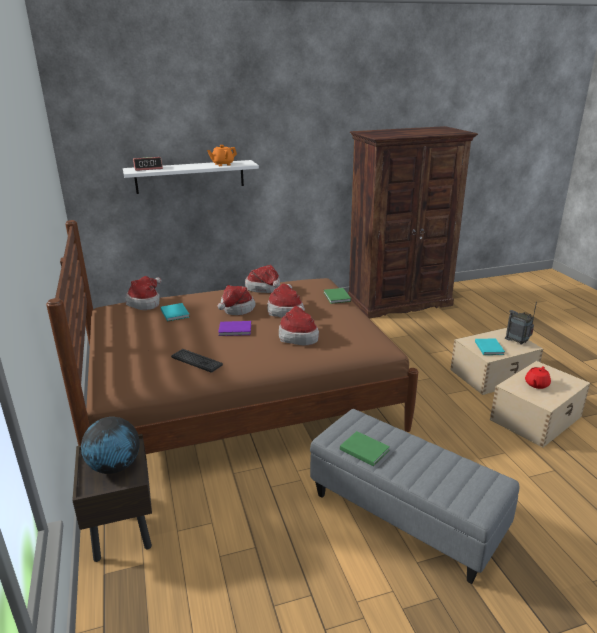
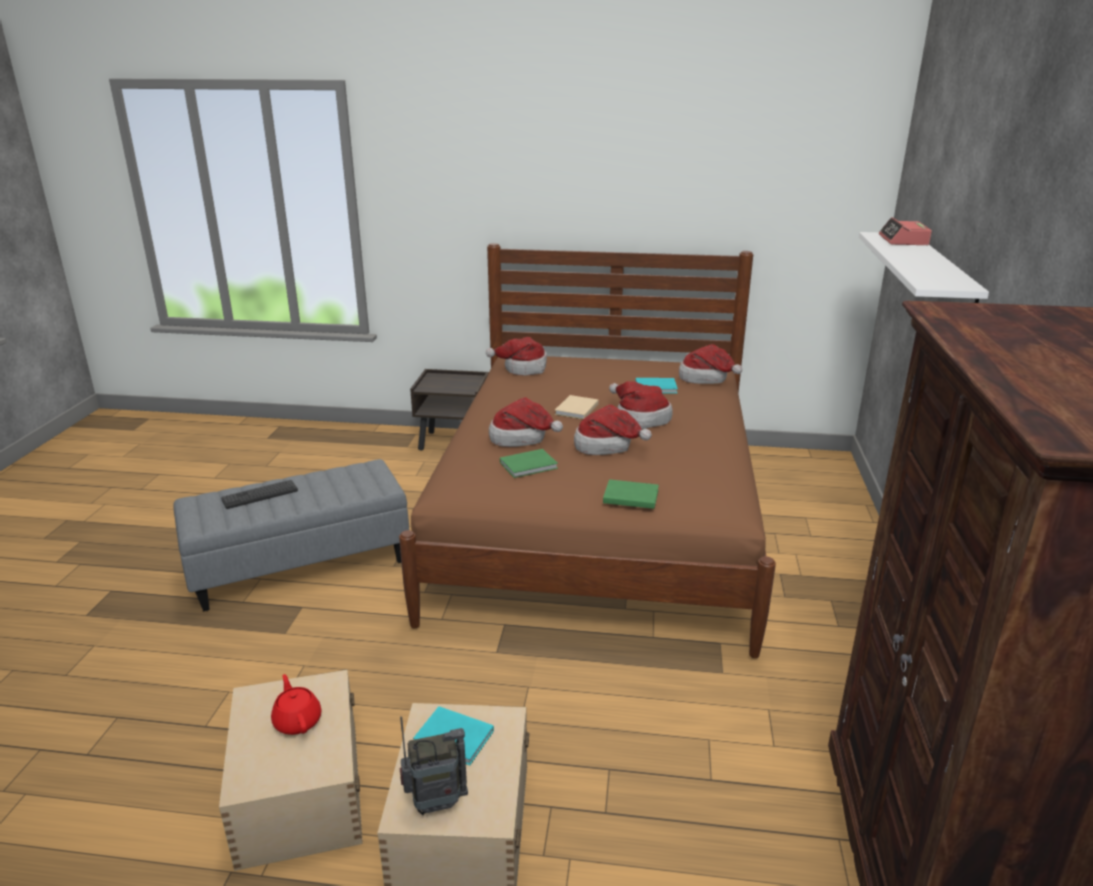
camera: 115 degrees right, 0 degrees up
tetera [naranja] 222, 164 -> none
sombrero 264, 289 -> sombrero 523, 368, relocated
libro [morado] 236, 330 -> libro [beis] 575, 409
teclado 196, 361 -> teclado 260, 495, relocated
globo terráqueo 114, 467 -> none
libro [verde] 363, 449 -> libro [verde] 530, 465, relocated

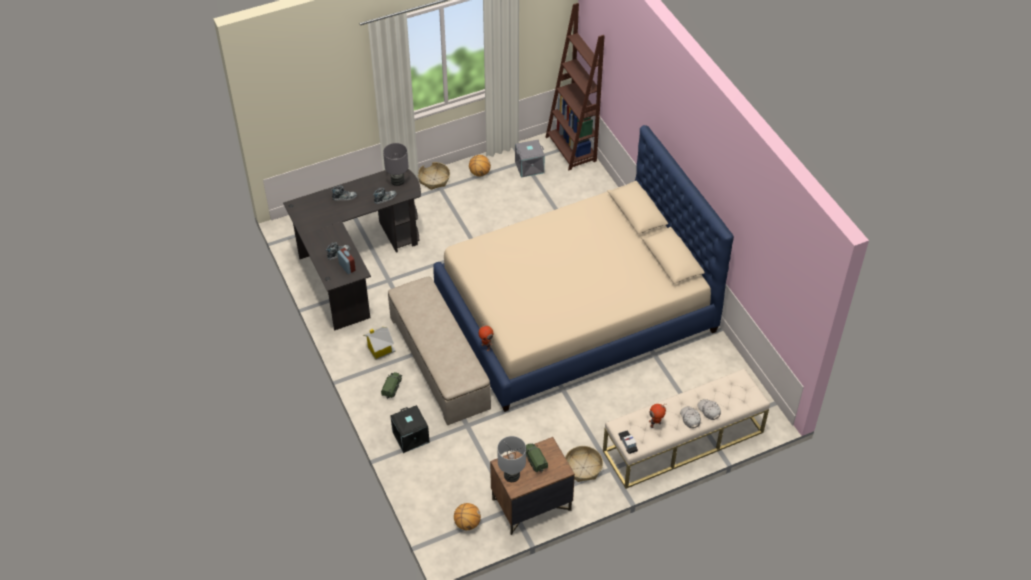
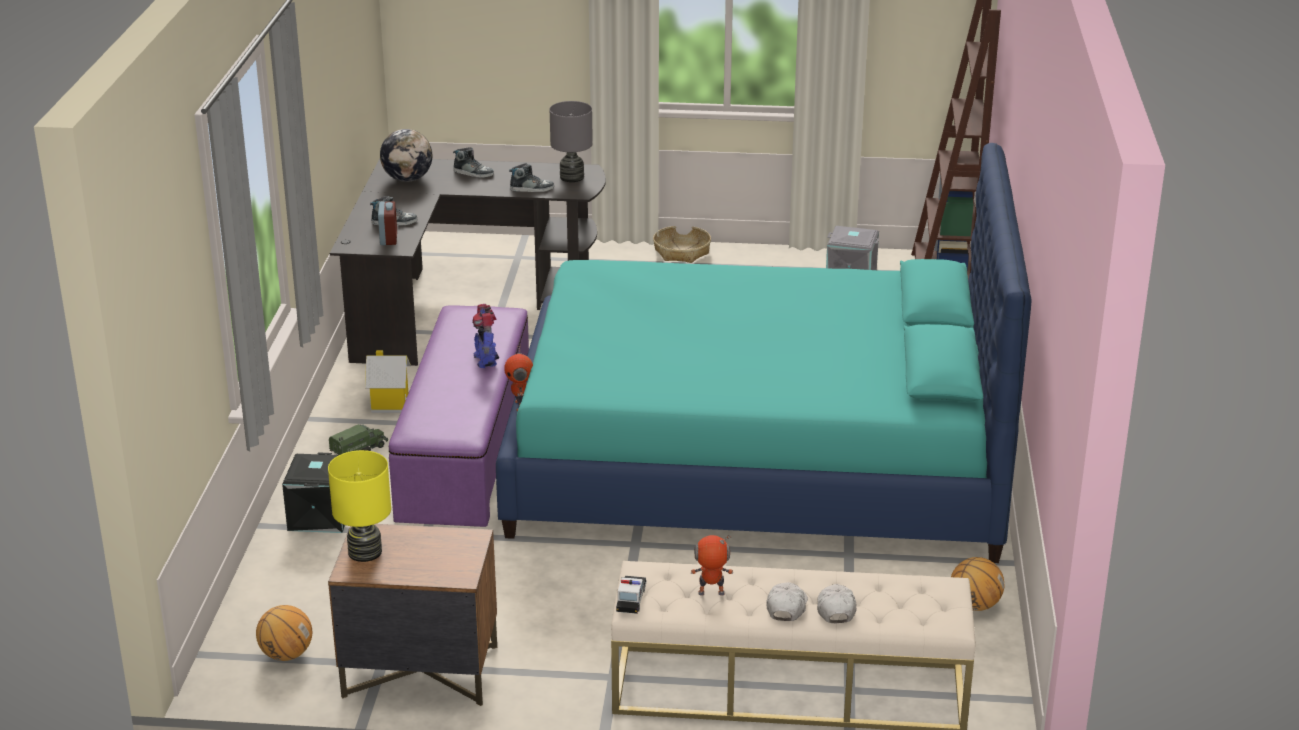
camera: 30 degrees right, 20 degrees down
cama [beis] 575, 312 -> cama [turquesa] 757, 459
balón de baloncesto 479, 173 -> balón de baloncesto 974, 605, relocated
banco [beis] 440, 362 -> banco [morado] 466, 446
lámpara de mesa [gris] 511, 475 -> lámpara de mesa [amarillo] 364, 552
camión de juguete 534, 460 -> none
cesta 583, 467 -> none
none -> globo terráqueo 407, 179
none -> robot de juguete 486, 360

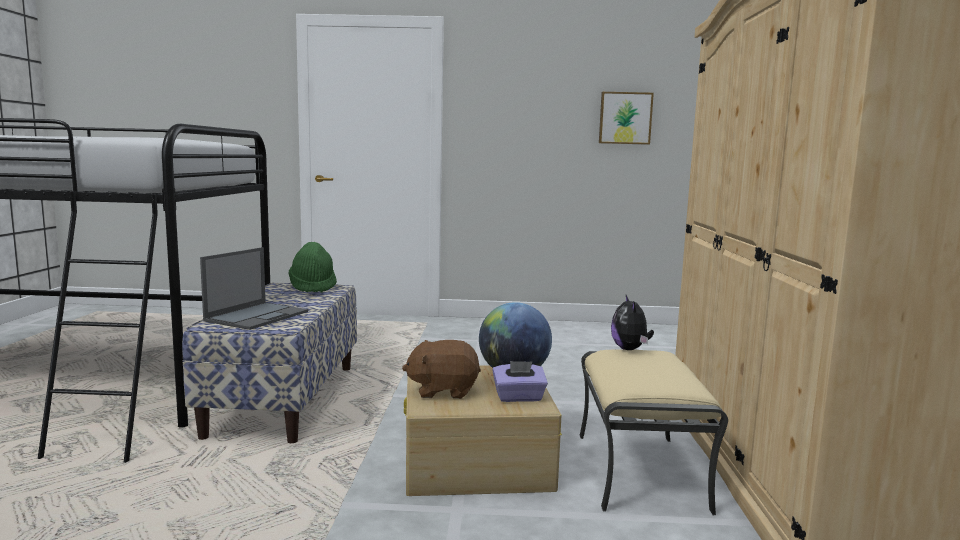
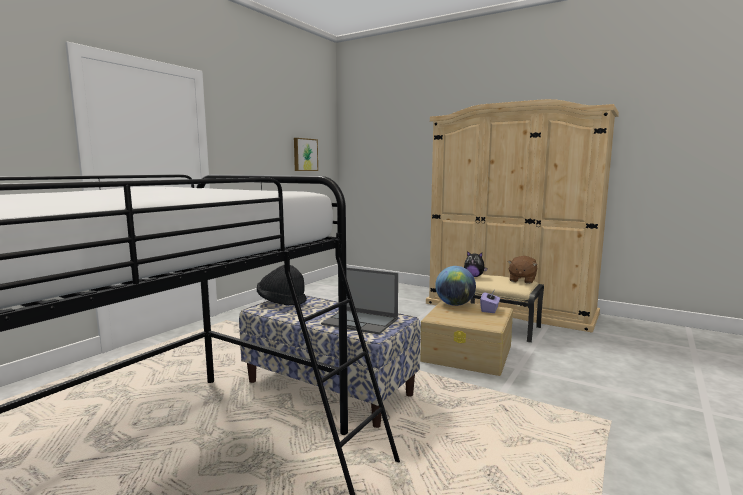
camera: 60 degrees left, 0 degrees up
sombrero [verde] 313, 287 -> sombrero [negro] 281, 302
portátil 257, 316 -> portátil 361, 322, 150 degrees clockwise
peluche [marrón] 443, 390 -> peluche [marrón] 522, 280, relocated

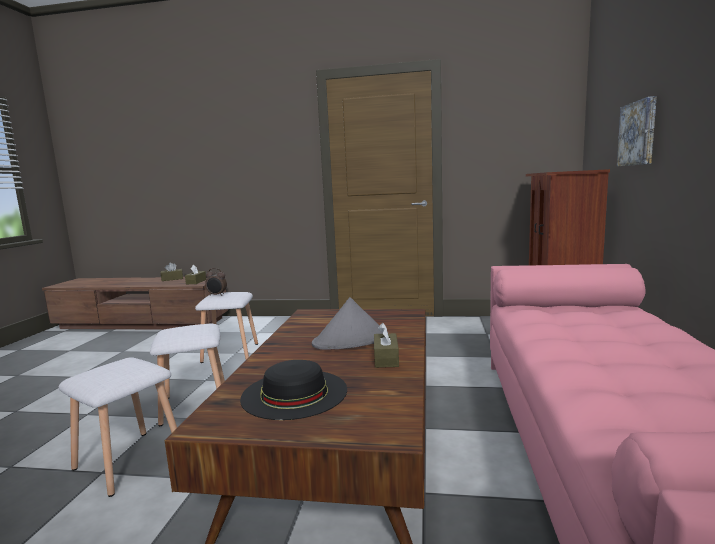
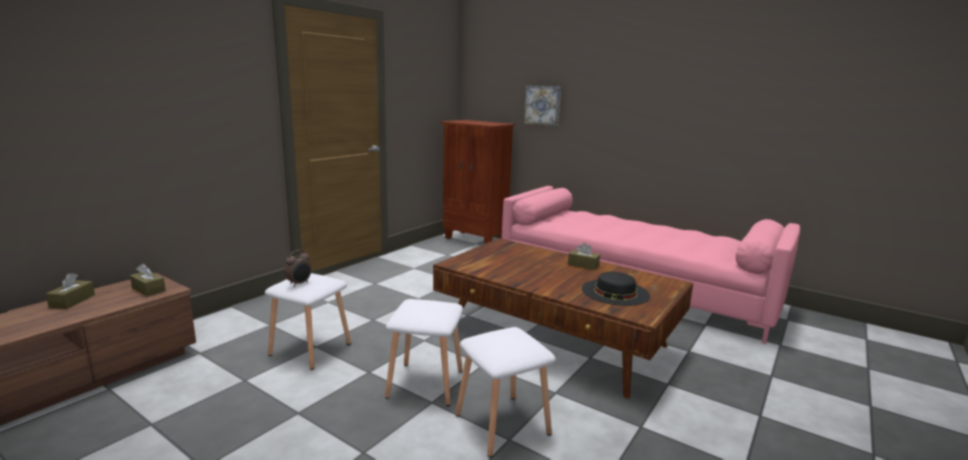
camera: 65 degrees left, 5 degrees up
sombrero [gris] 351, 341 -> none

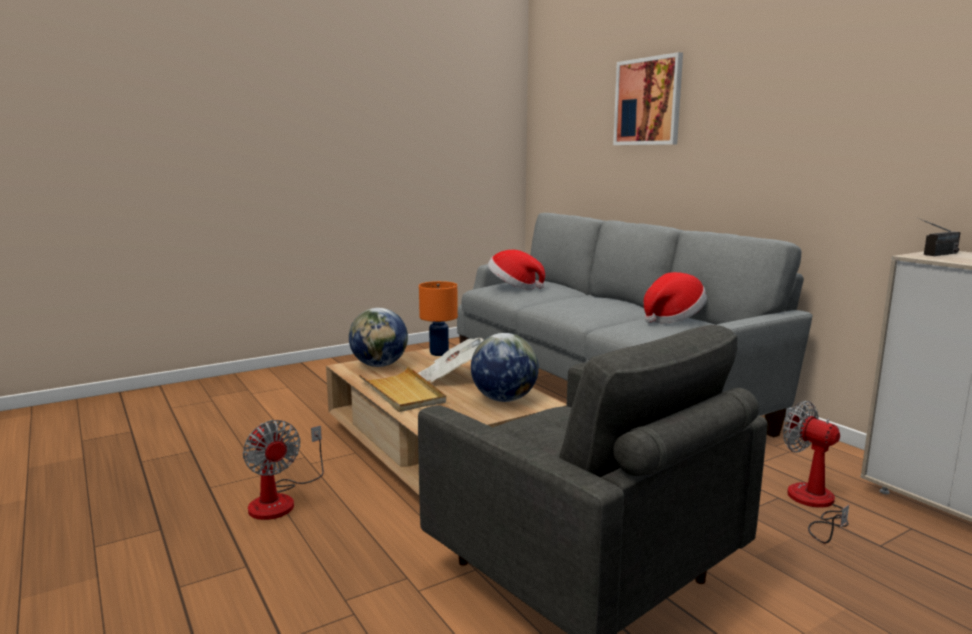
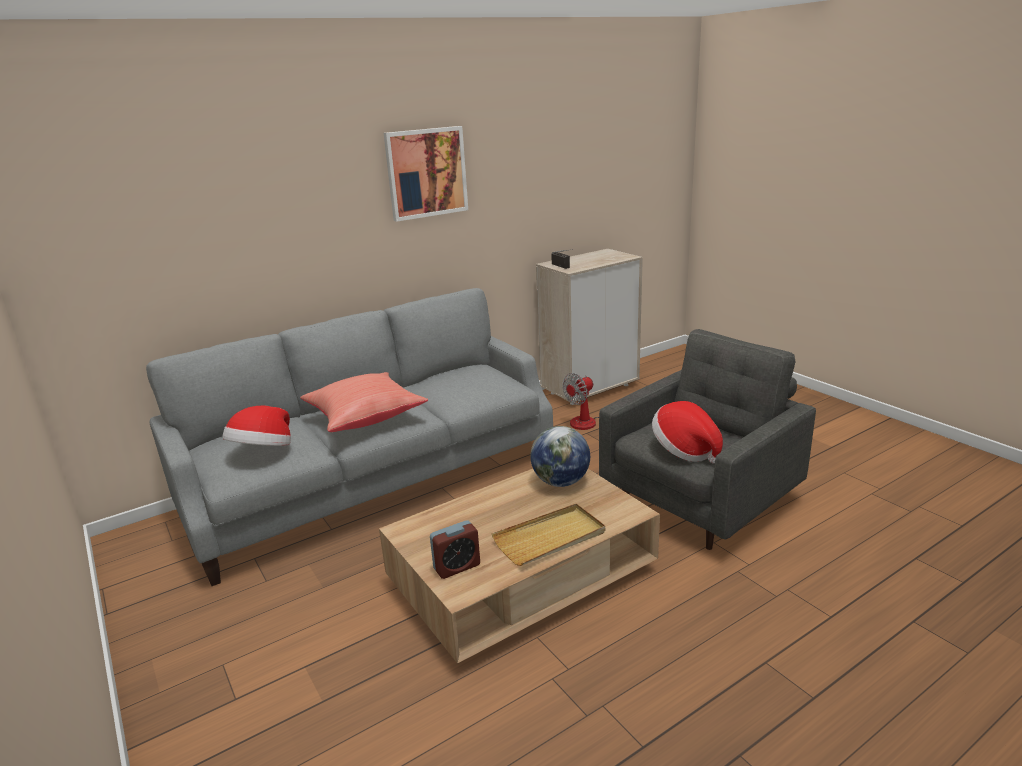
camera: 90 degrees left, 10 degrees up
cuadro 648, 101 -> cuadro 426, 173, relocated
sombrero 672, 319 -> sombrero 685, 450, relocated
lámpara de mesa [naranja] 439, 353 -> none
globo terráqueo 379, 365 -> despertador 457, 567
periódico 449, 377 -> none
ventilador 281, 499 -> none
none -> cojín [rojo] 364, 417

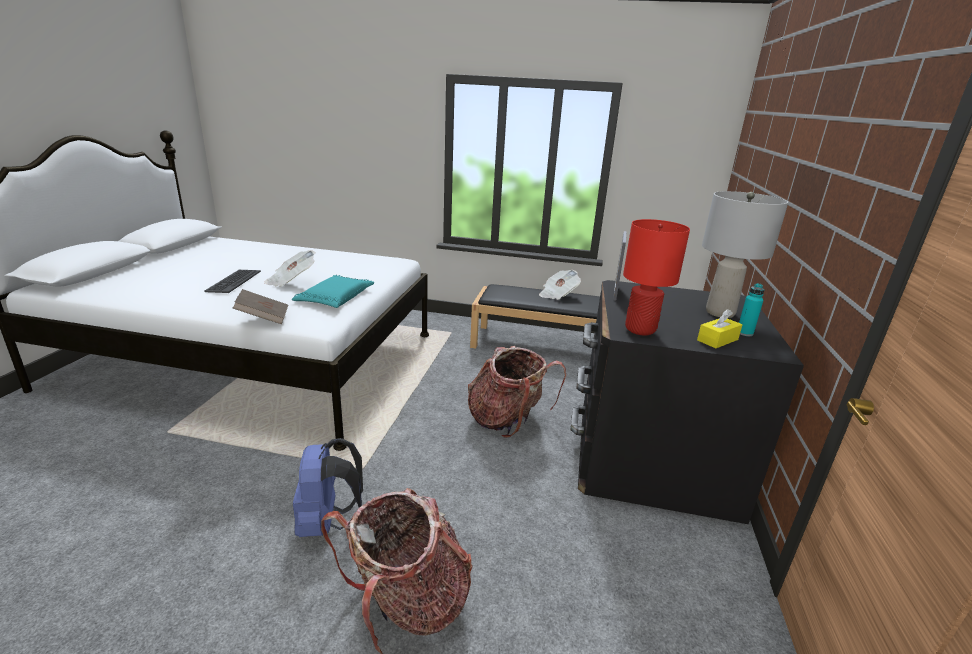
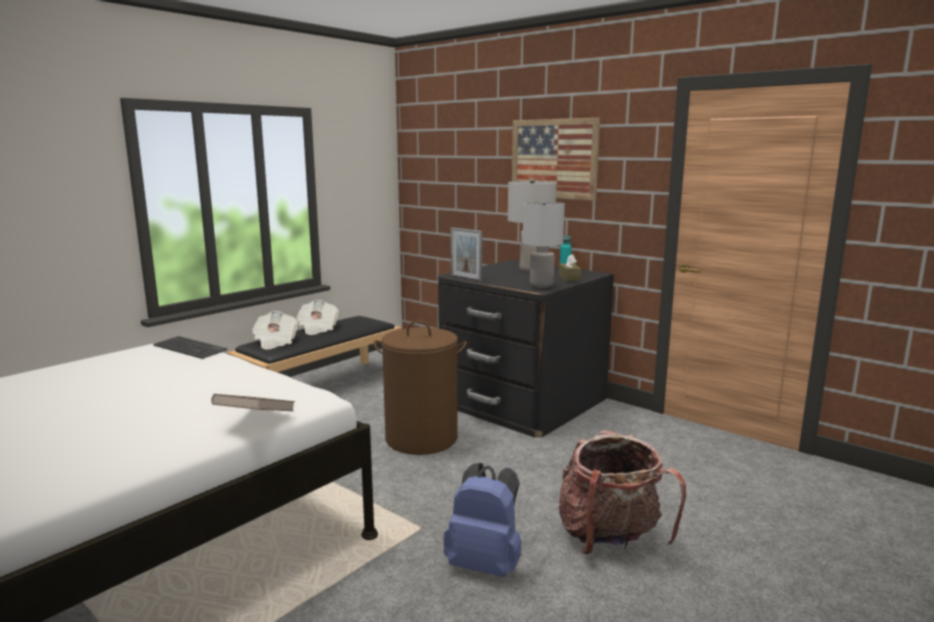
camera: 60 degrees left, 10 degrees down
lámpara de mesa [rojo] 640, 331 -> lámpara de mesa [gris] 541, 287
periódico 291, 281 -> periódico 275, 342, relocated
teclado 233, 281 -> teclado 189, 348, relocated
cojín [turquesa] 335, 296 -> none
caja de pañuelos [amarillo] 717, 340 -> caja de pañuelos [marrón] 569, 278
mochila 508, 420 -> cesto de la ropa [marrón] 421, 438
none -> cuadro 554, 159

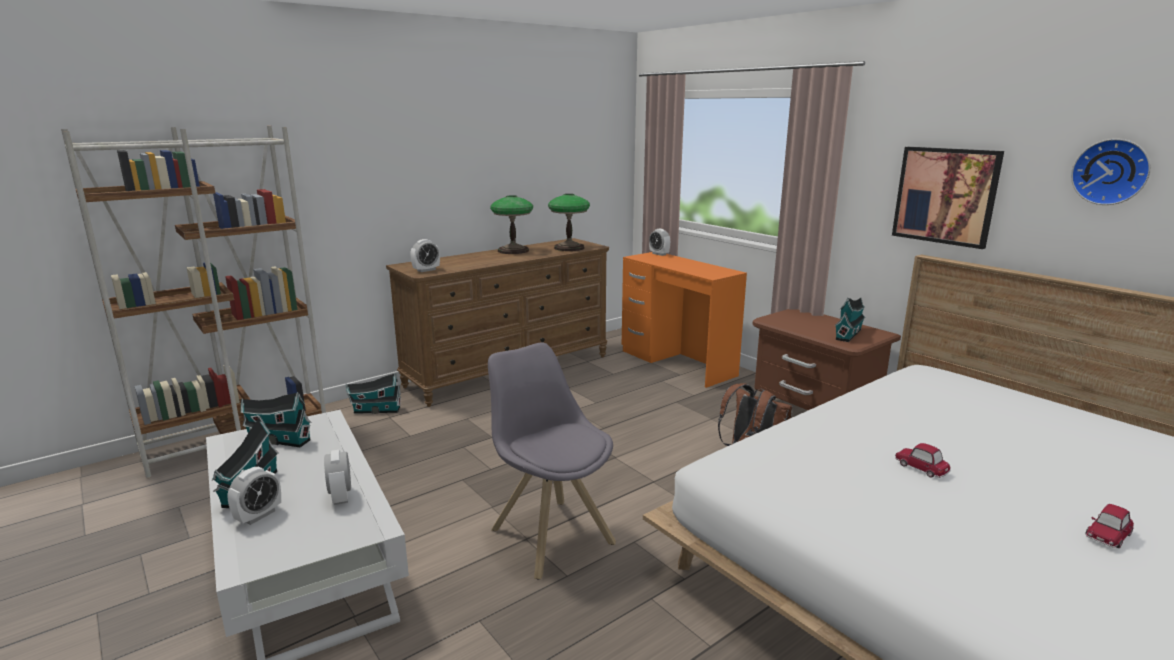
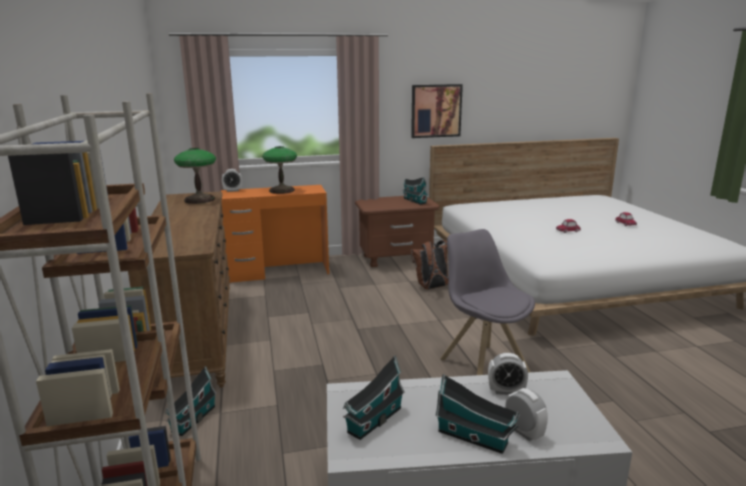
camera: 65 degrees left, 0 degrees up
reloj de pared 1111, 172 -> none
lámpara de mesa 513, 250 -> lámpara de mesa 281, 190, relocated
despertador 426, 270 -> none
silla [gris] 551, 536 -> silla [gris] 483, 366, 75 degrees clockwise

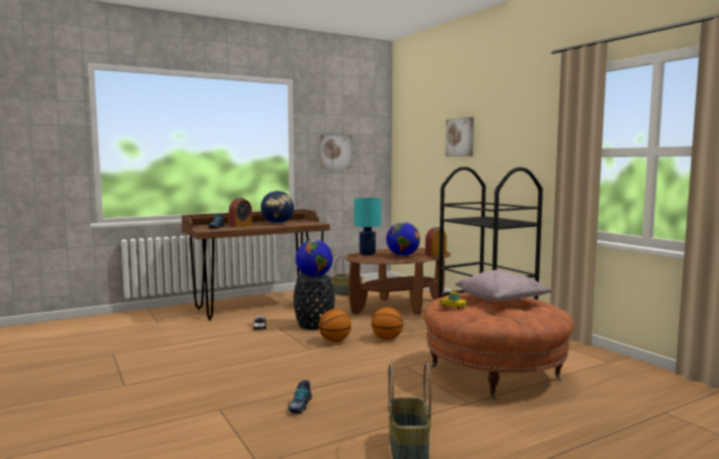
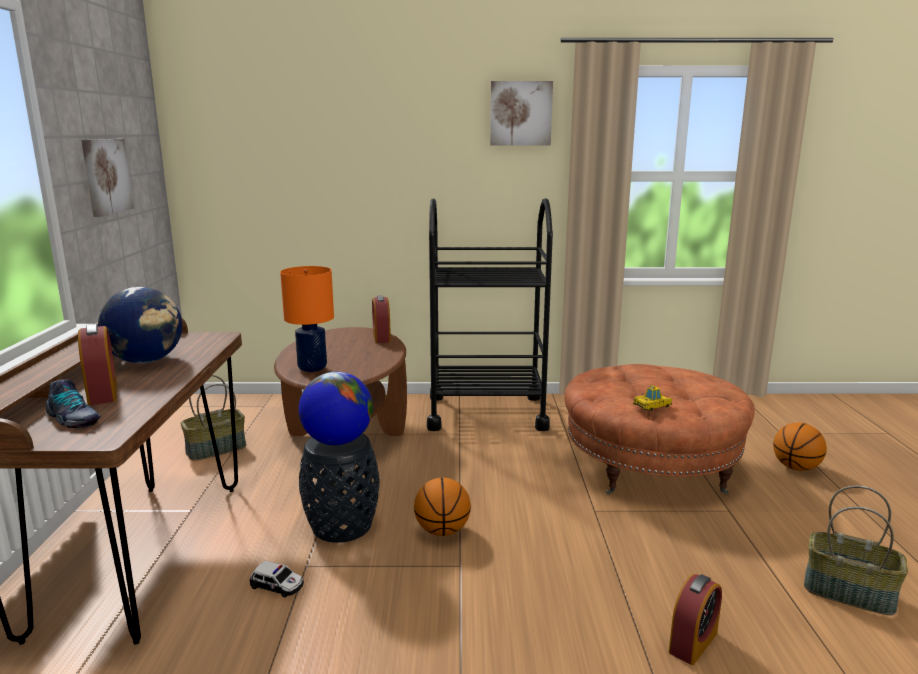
camera: 60 degrees left, 10 degrees up
cuadro 460, 137 -> cuadro 520, 113, relocated
lámpara de mesa [turquesa] 367, 254 -> lámpara de mesa [naranja] 313, 369
globo terráqueo 403, 255 -> none
cojín [morado] 502, 300 -> none
balón de baloncesto 387, 338 -> balón de baloncesto 795, 468, relocated
zapato 299, 405 -> despertador 693, 642

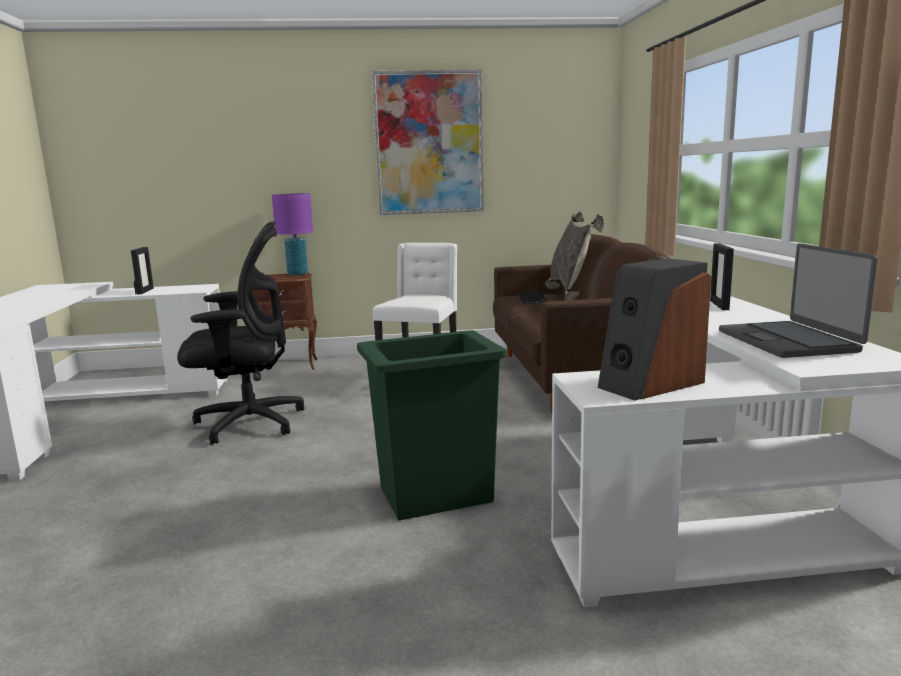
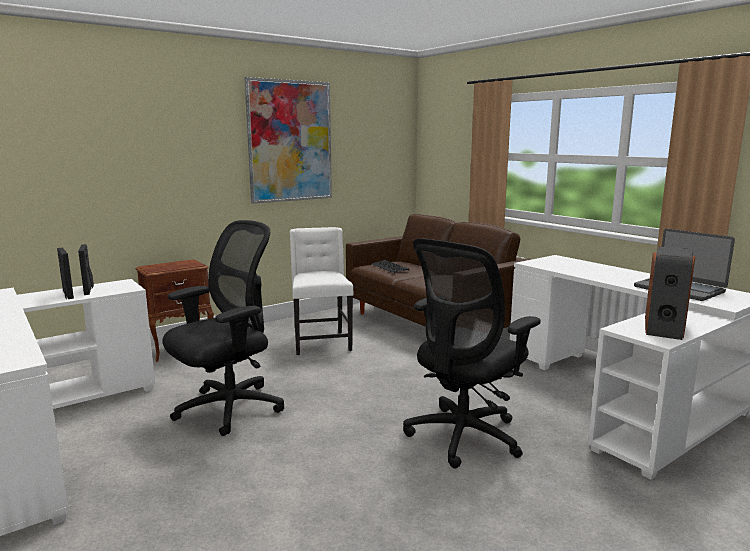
camera: 30 degrees left, 0 degrees up
lámpara de mesa [morado] 297, 274 -> none
cojín 573, 297 -> none
portarretratos 720, 305 -> portarretratos 89, 290, relocated
papelera [verde] 434, 495 -> silla de oficina [negro] 466, 432

